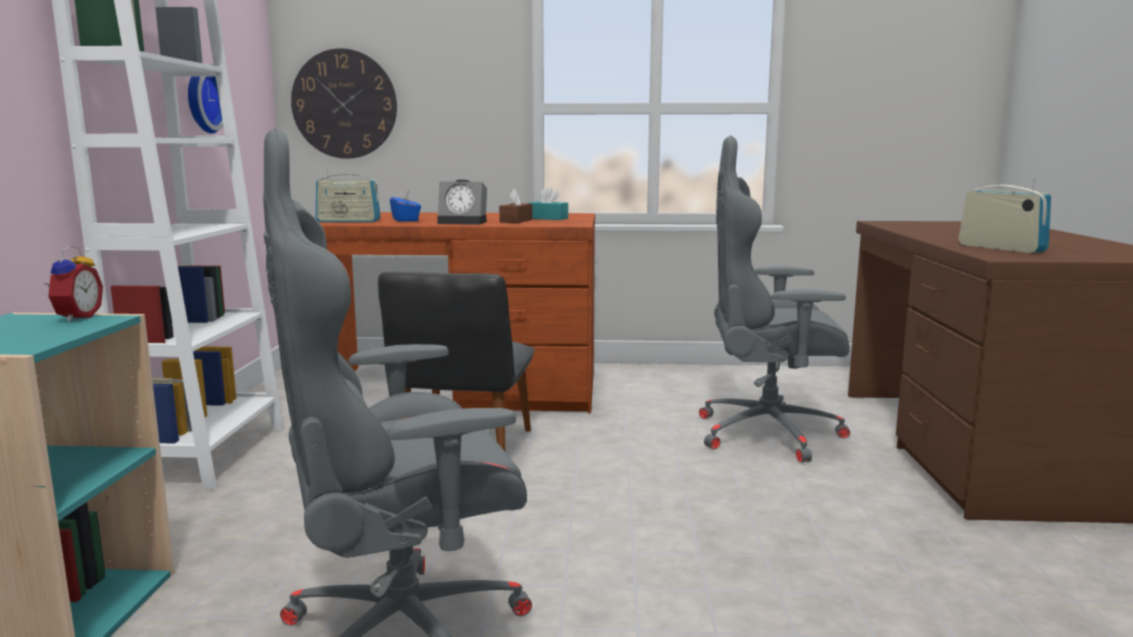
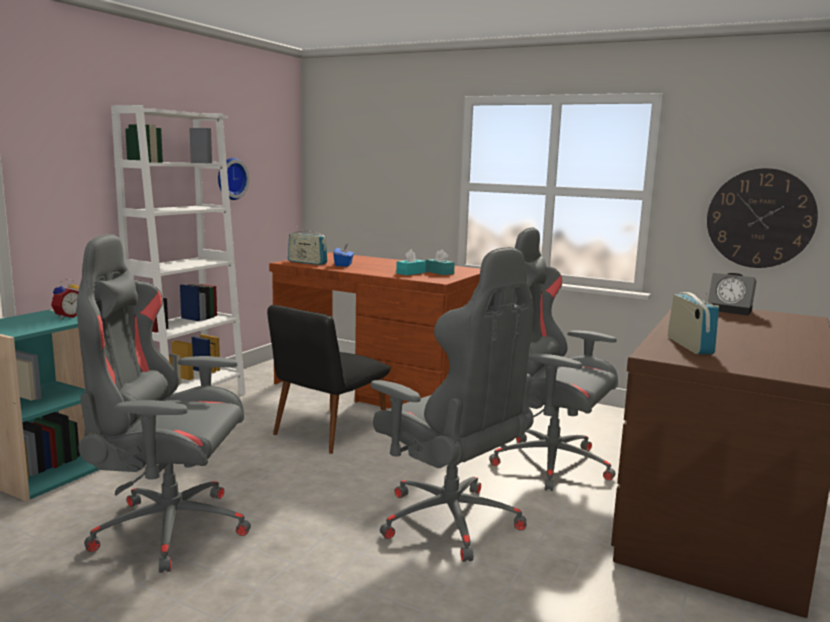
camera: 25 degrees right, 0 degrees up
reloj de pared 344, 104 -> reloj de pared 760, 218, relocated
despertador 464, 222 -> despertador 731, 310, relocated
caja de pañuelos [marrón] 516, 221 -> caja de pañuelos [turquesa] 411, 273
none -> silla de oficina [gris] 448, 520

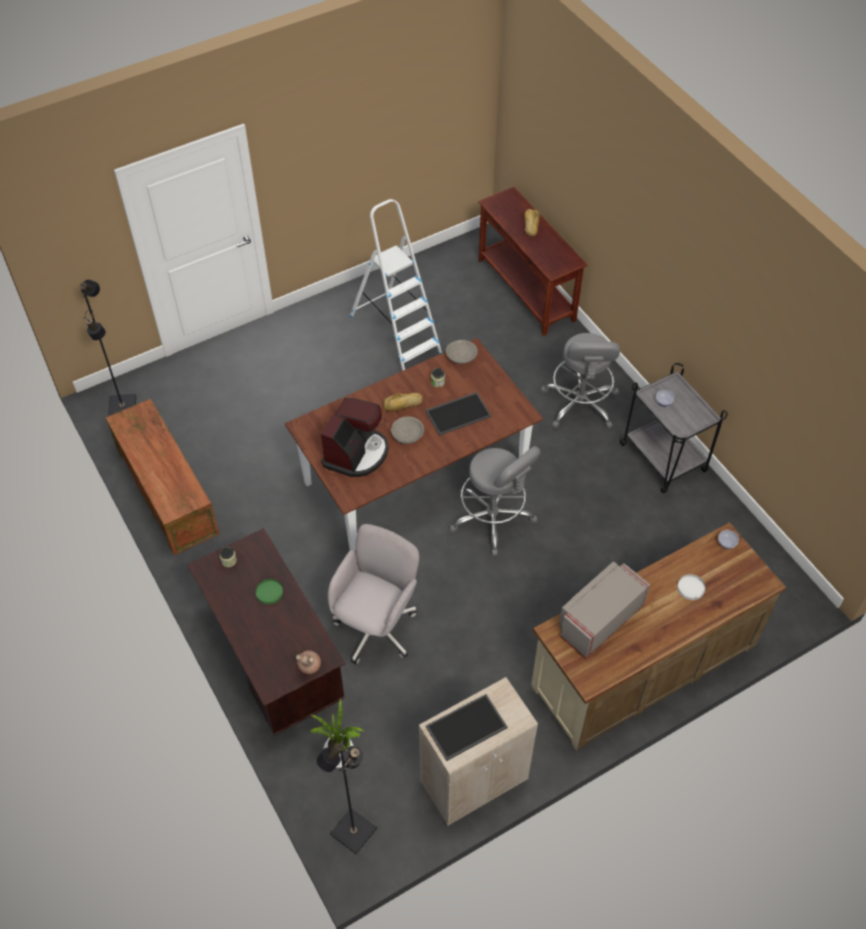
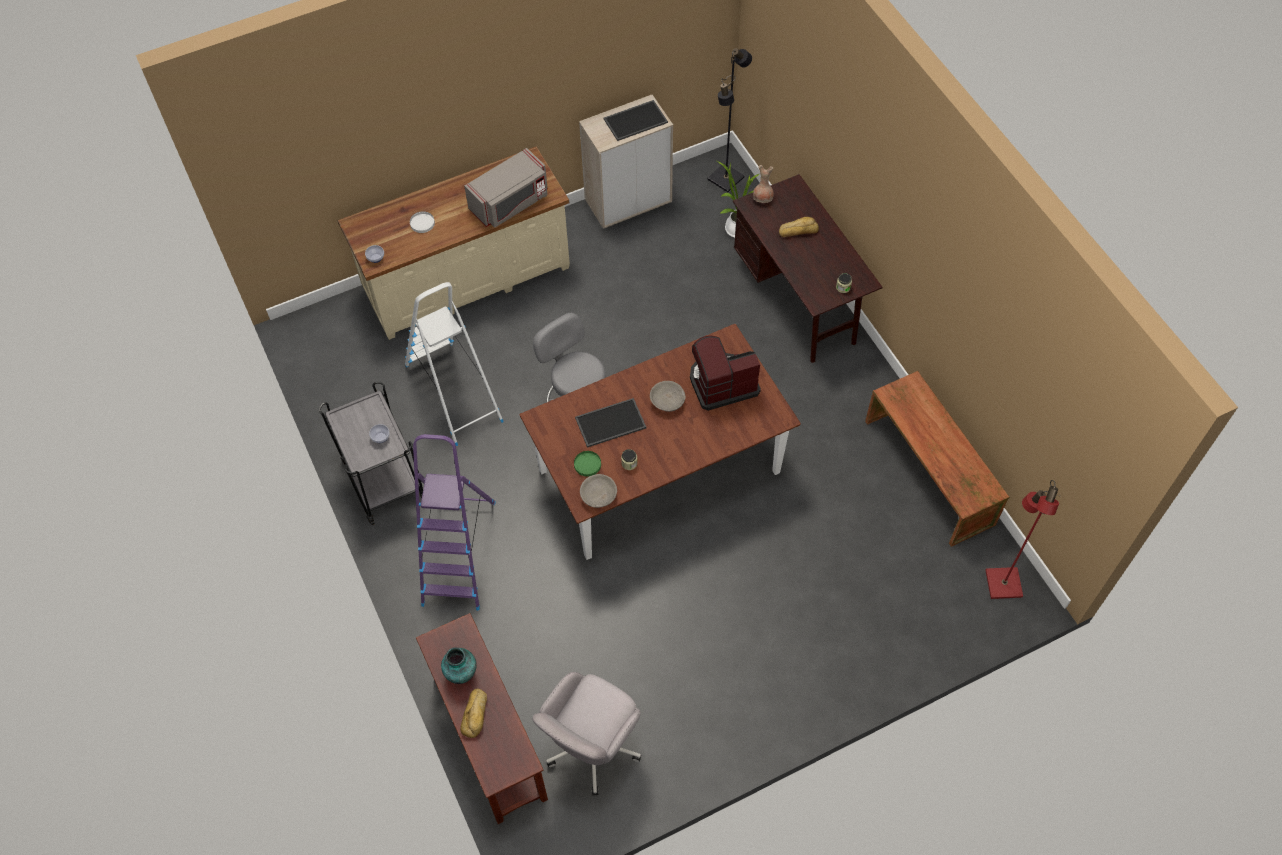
camera: 175 degrees left, 5 degrees up
escalera de tijera [blanco] 396, 335 -> escalera de tijera [blanco] 453, 392, relocated
lámpara de pie [negro] 122, 406 -> lámpara de pie [rojo] 1003, 583
taburete [gris] 580, 404 -> escalera de tijera [morado] 459, 553
pan 403, 405 -> pan 798, 230, relocated
cafetera 356, 453 -> cafetera 722, 383, 45 degrees clockwise
silla de oficina [gris] 377, 628 -> silla de oficina [gris] 592, 748, relocated
plato [verde] 269, 592 -> plato [verde] 587, 464, relocated
none -> florero 460, 673

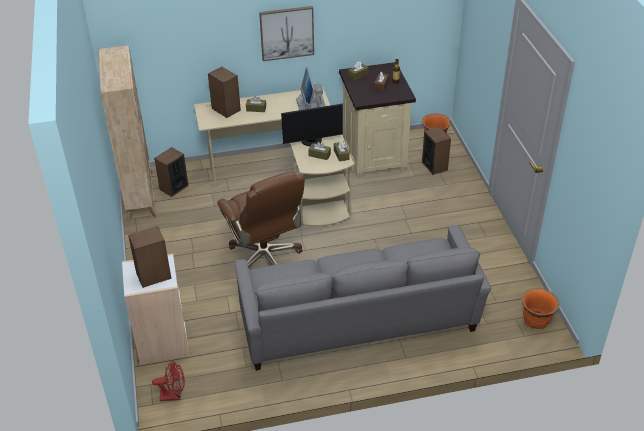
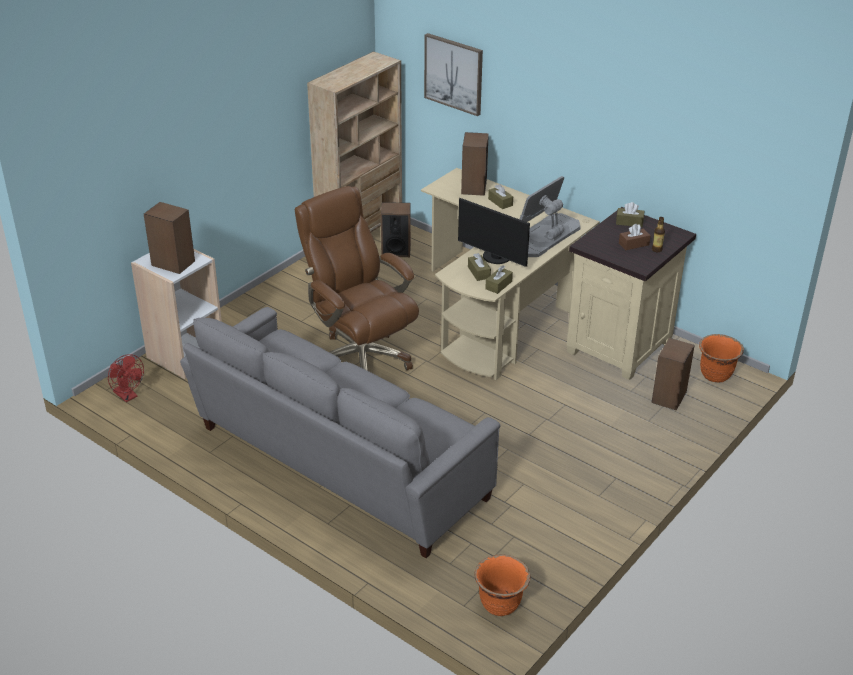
camera: 50 degrees right, 5 degrees down
cuadro 287, 33 -> cuadro 454, 73, relocated
silla de oficina [marrón] 265, 261 -> silla de oficina [marrón] 360, 357, 120 degrees clockwise

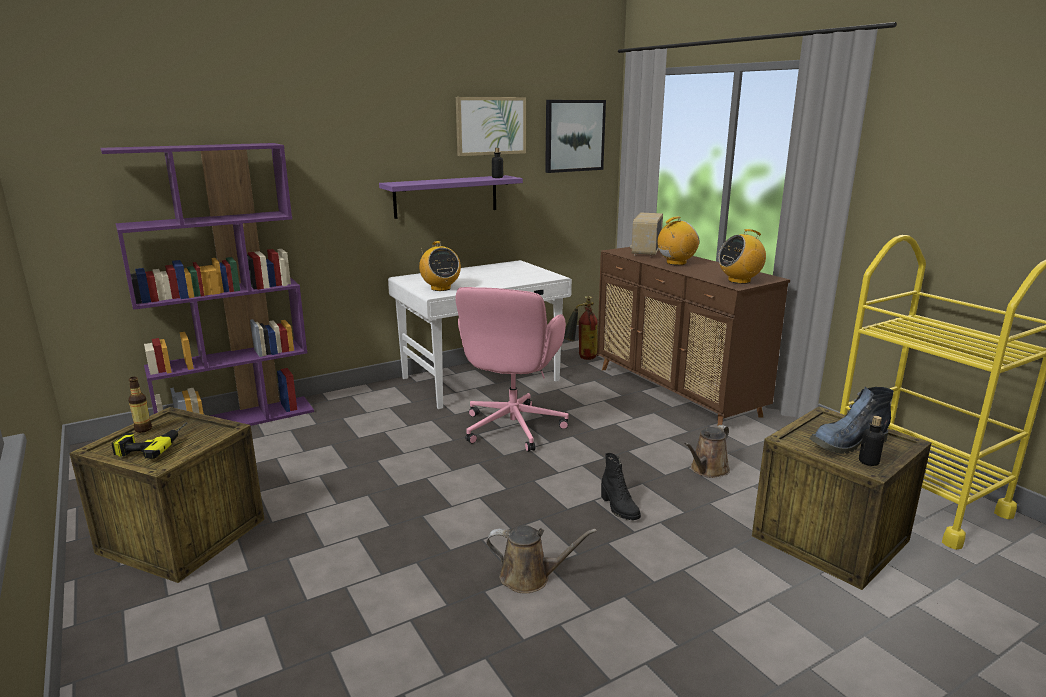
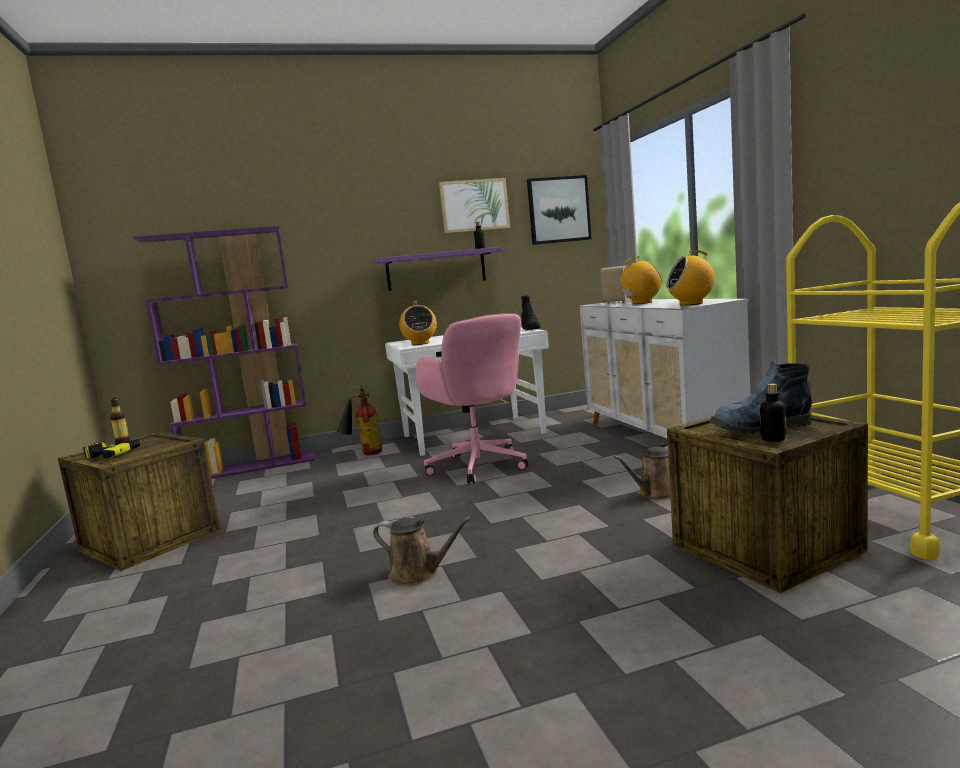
camera: 15 degrees right, 10 degrees down
armario [marrón] 676, 391 -> armario [blanco] 659, 436
silla de oficina [rosa] 512, 428 -> silla de oficina [rosa] 478, 467, 60 degrees counterclockwise
extintor 581, 358 -> extintor 364, 454, relocated
bota [negro] 618, 508 -> bota [negro] 530, 329, relocated

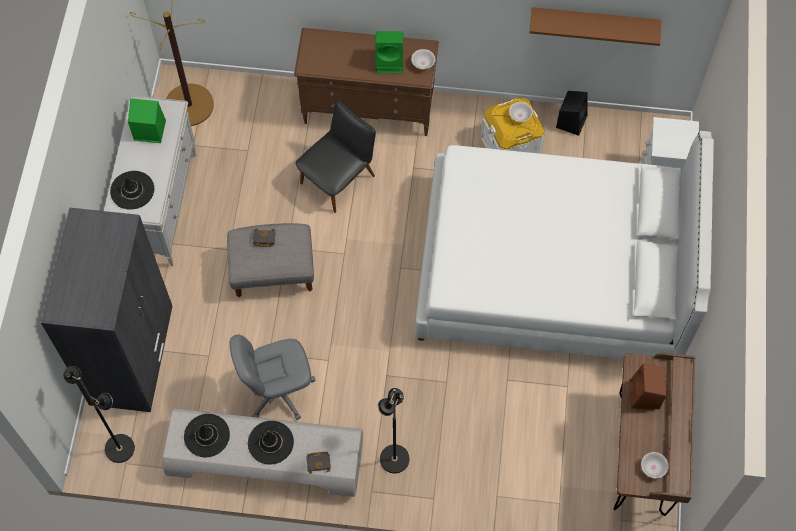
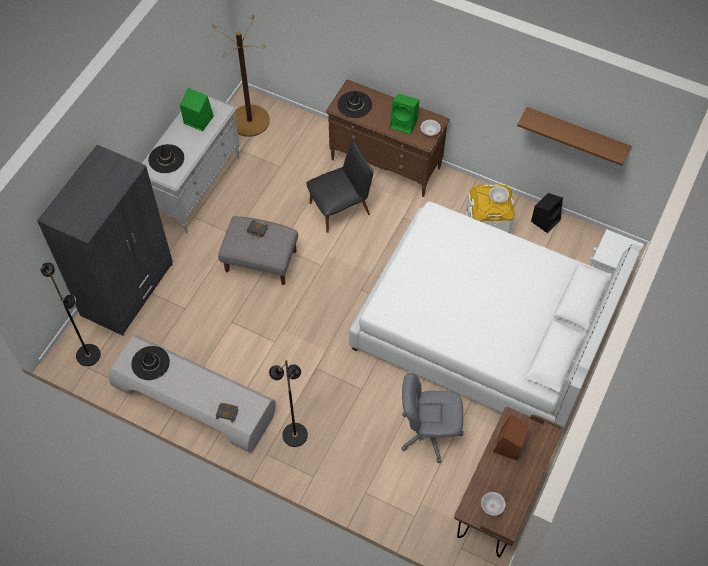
camera: 20 degrees right, 5 degrees down
silla de oficina [gris] 277, 389 -> silla de oficina [gris] 429, 432, relocated
sombrero [negro] 270, 442 -> sombrero [negro] 354, 105, relocated

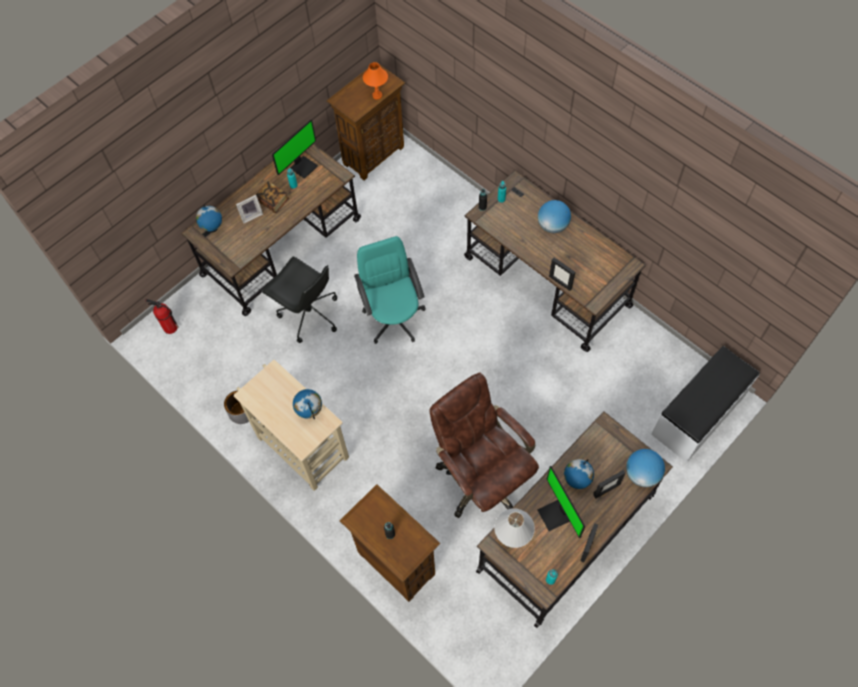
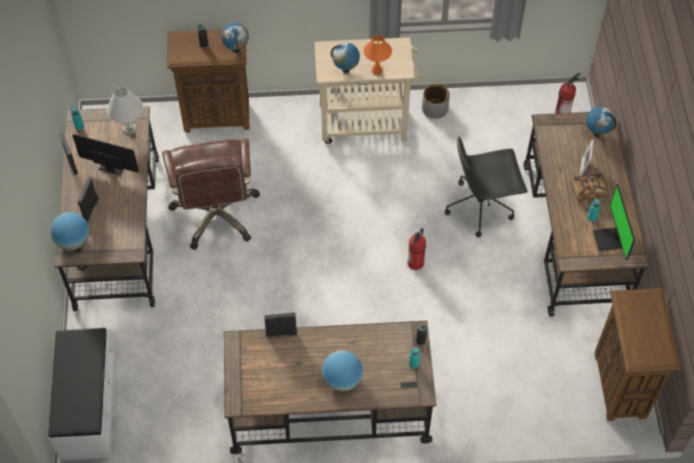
camera: 130 degrees right, 5 degrees down
lámpara de mesa [naranja] 377, 95 -> lámpara de mesa [naranja] 376, 70, relocated
silla de oficina [turquesa] 394, 318 -> extintor 415, 263
silla de oficina [marrón] 482, 478 -> silla de oficina [marrón] 216, 213, 75 degrees clockwise
globo terráqueo 576, 481 -> globo terráqueo 236, 49, relocated

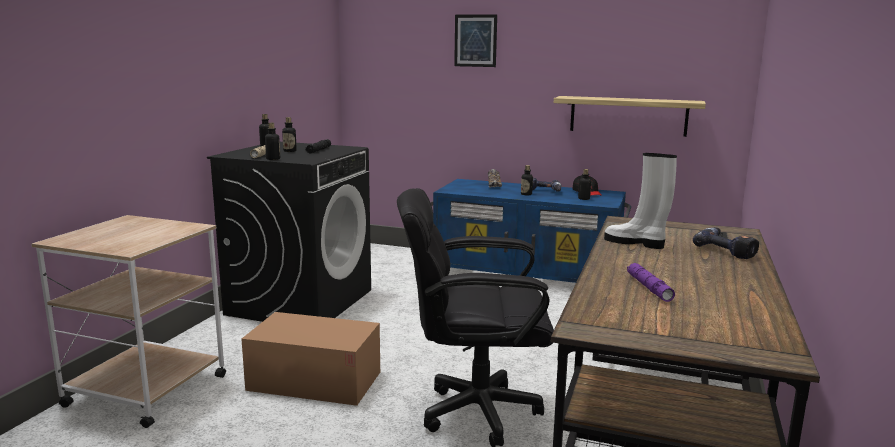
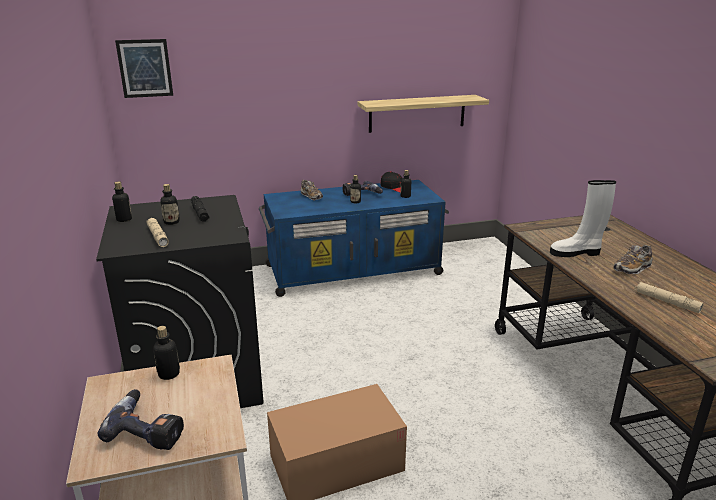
camera: 35 degrees left, 10 degrees up
cuadro 475, 40 -> cuadro 145, 68, relocated
botella 273, 159 -> botella 169, 374, relocated
silla de oficina [negro] 473, 415 -> none
taladro 727, 250 -> taladro 148, 428, relocated
linterna [morado] 648, 288 -> linterna [beis] 666, 302
none -> zapato 632, 268

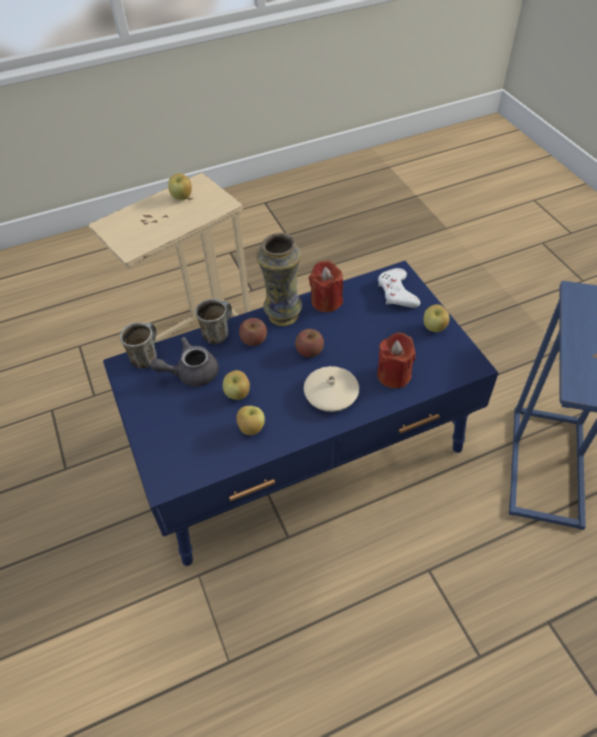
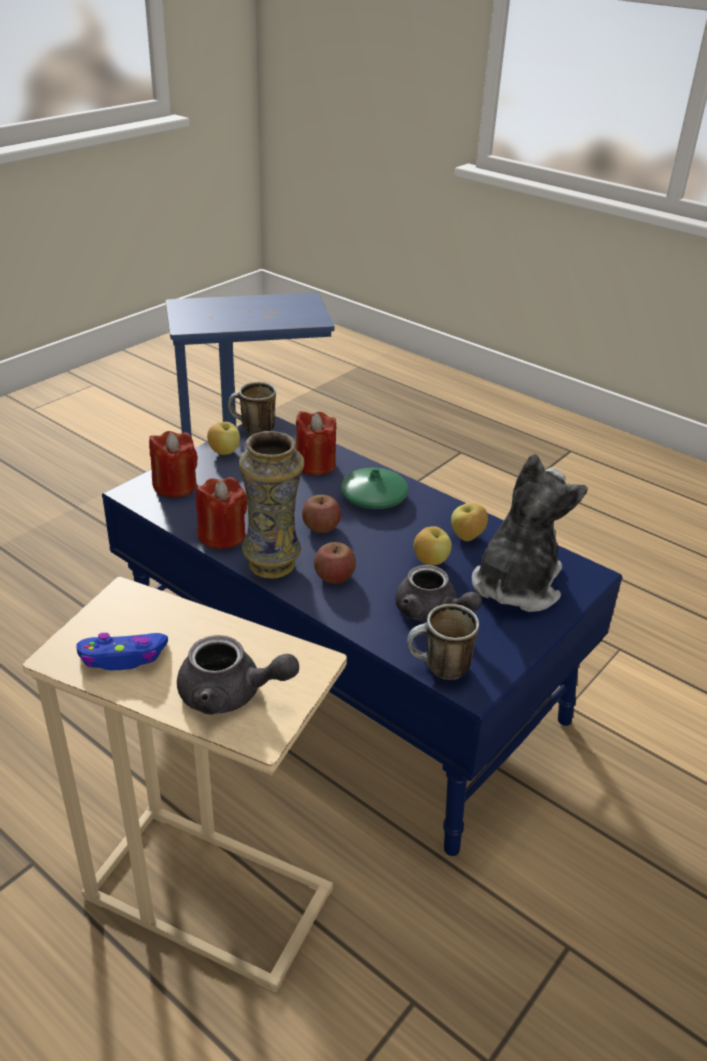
camera: 120 degrees left, 15 degrees down
manzana 182, 197 -> mando de consola [azul] 123, 657
mando de consola [blanco] 397, 293 -> vela [rojo] 175, 486
taza grande 218, 333 -> taza grande 252, 430, relocated
florero [beis] 331, 394 -> florero [verde] 374, 497
none -> peluche 515, 584
none -> tetera [gris] 231, 694

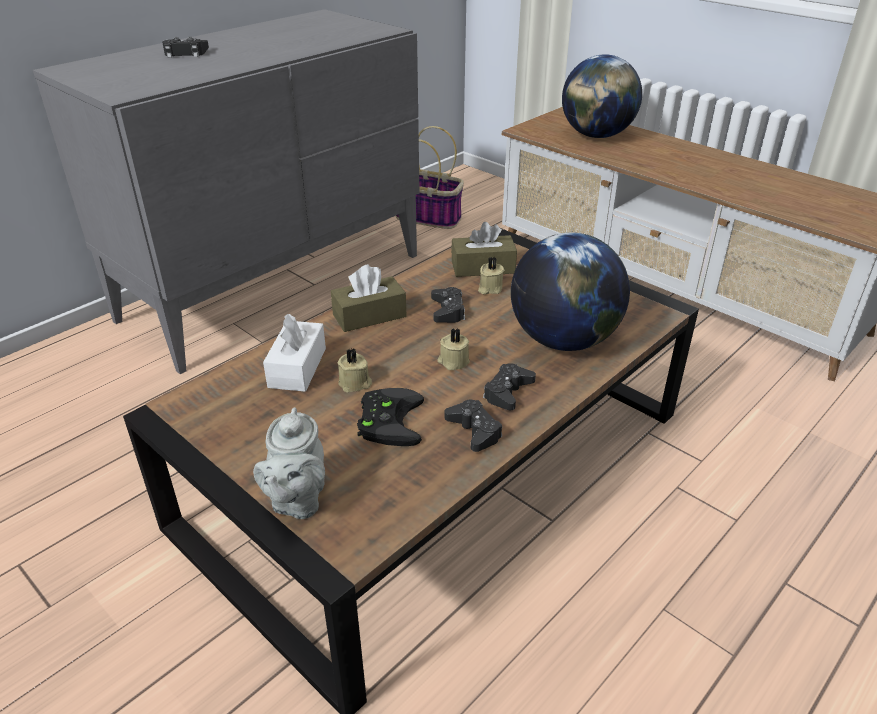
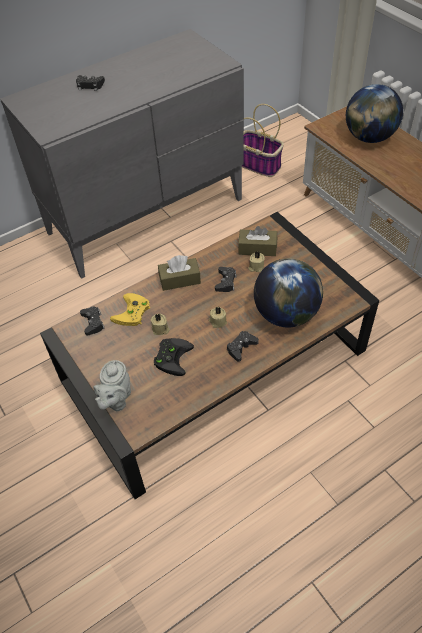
camera: 15 degrees right, 15 degrees up
caja de pañuelos [blanco] 297, 367 -> mando de consola [amarillo] 132, 313
mando de consola [negro] 474, 430 -> mando de consola [negro] 93, 323, relocated

